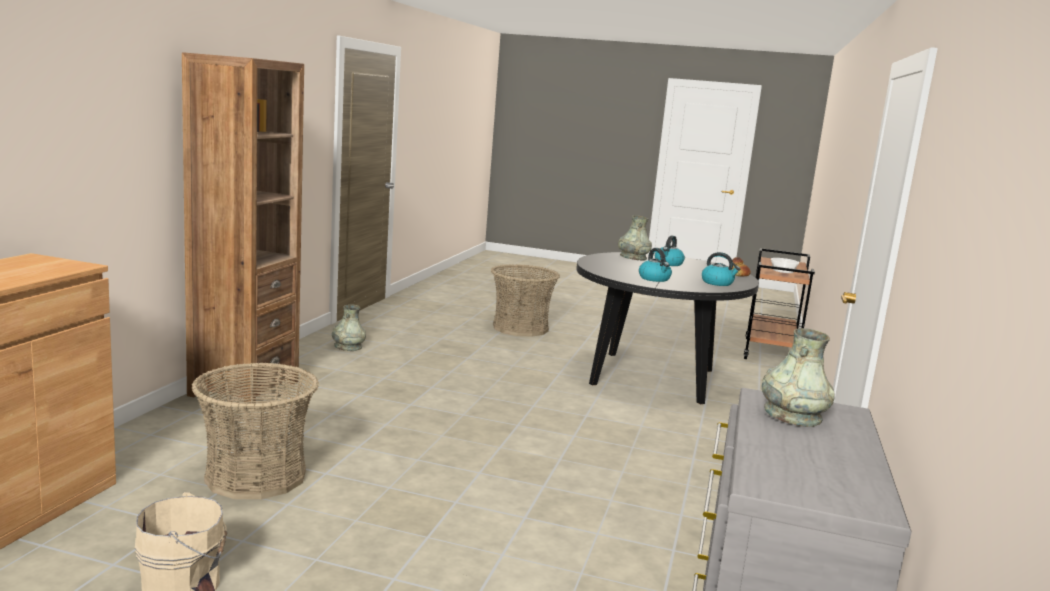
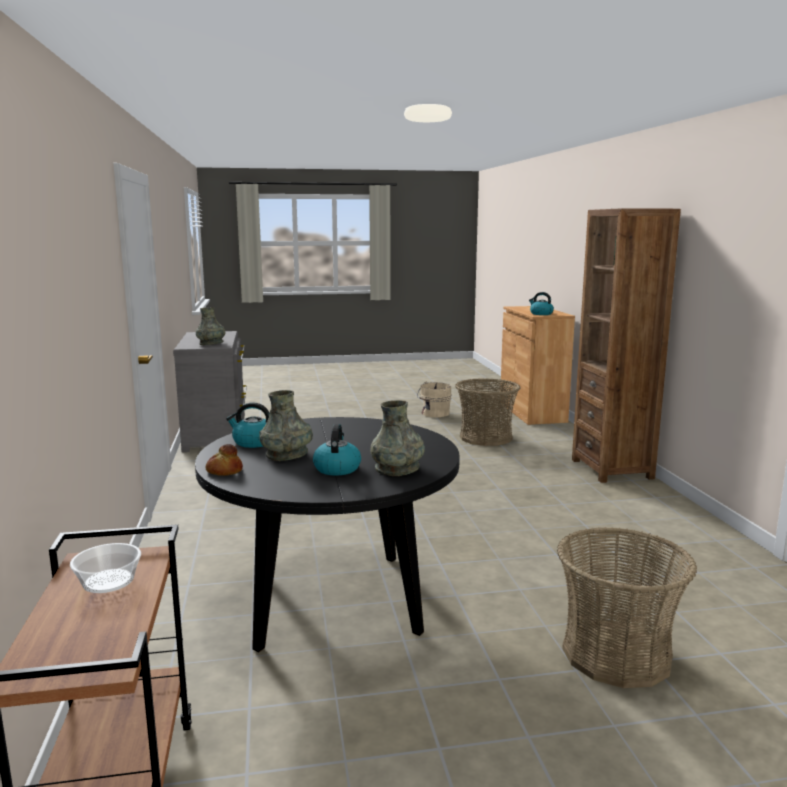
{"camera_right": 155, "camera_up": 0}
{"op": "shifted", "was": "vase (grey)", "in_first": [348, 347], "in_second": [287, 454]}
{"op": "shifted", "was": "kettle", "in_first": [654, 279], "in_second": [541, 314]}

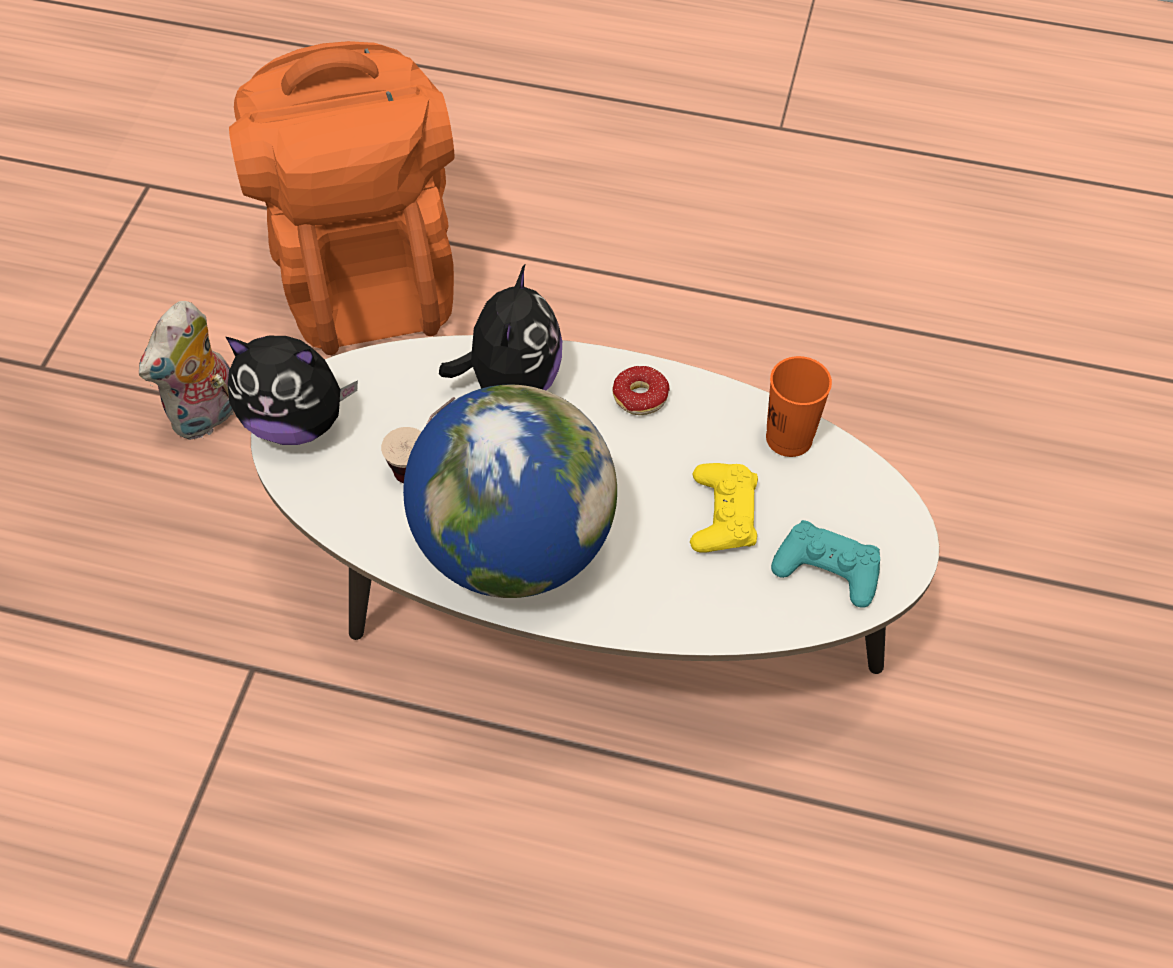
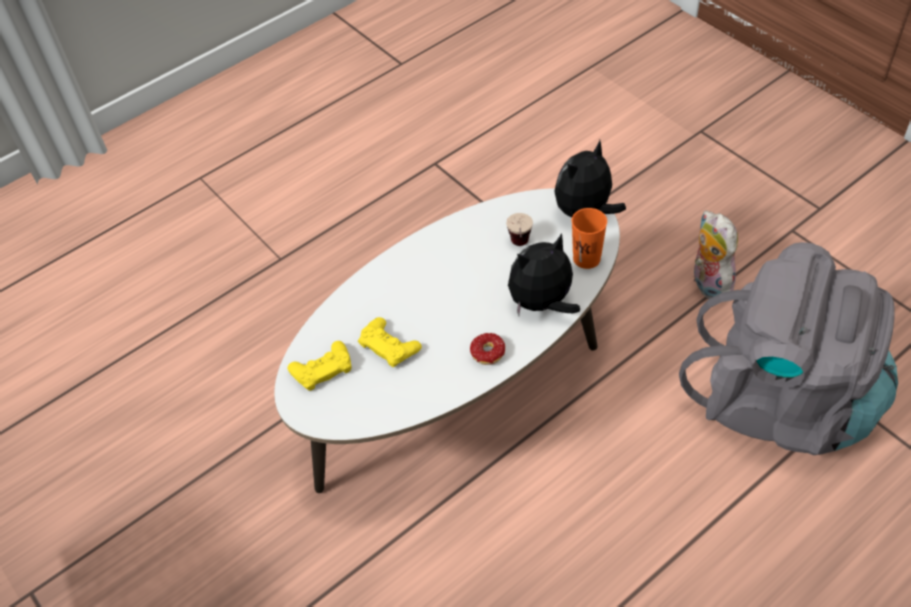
{"camera_right": 130, "camera_up": -5}
{"op": "repainted", "was": "game controller (turquoise)", "now": "game controller (yellow)", "in_first": [827, 569], "in_second": [322, 369]}
{"op": "rotated", "was": "plush toy", "in_first": [511, 383], "in_second": [542, 304], "clockwise": 105}
{"op": "shifted", "was": "cup (orange)", "in_first": [789, 438], "in_second": [586, 258]}
{"op": "repainted", "was": "backpack (orange)", "now": "backpack (grey)", "in_first": [366, 272], "in_second": [781, 402]}
{"op": "gone", "was": "globe", "in_first": [514, 546]}

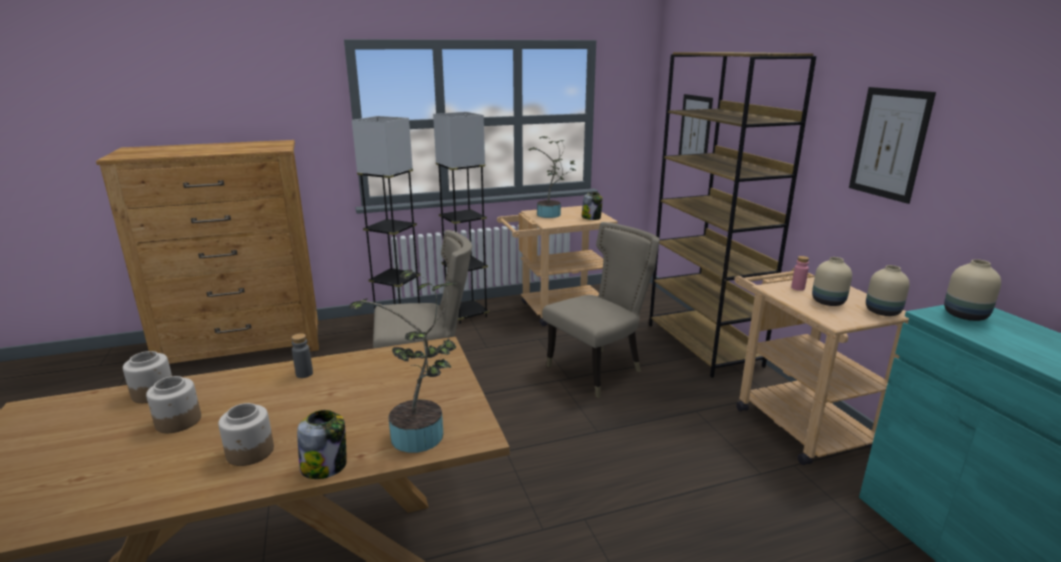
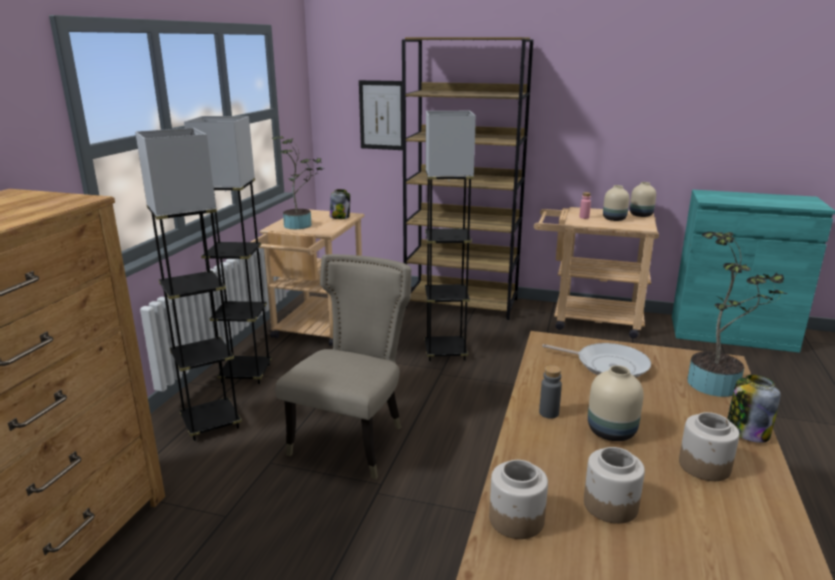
{"camera_right": -55, "camera_up": 0}
{"op": "swapped", "was": "chair (beige)", "now": "floor lamp (grey)", "in_first": [599, 369], "in_second": [445, 352]}
{"op": "new", "now": "frying pan", "in_second": [608, 365]}
{"op": "shifted", "was": "vase (beige)", "in_first": [966, 316], "in_second": [612, 431]}
{"op": "gone", "was": "picture", "in_first": [889, 144]}

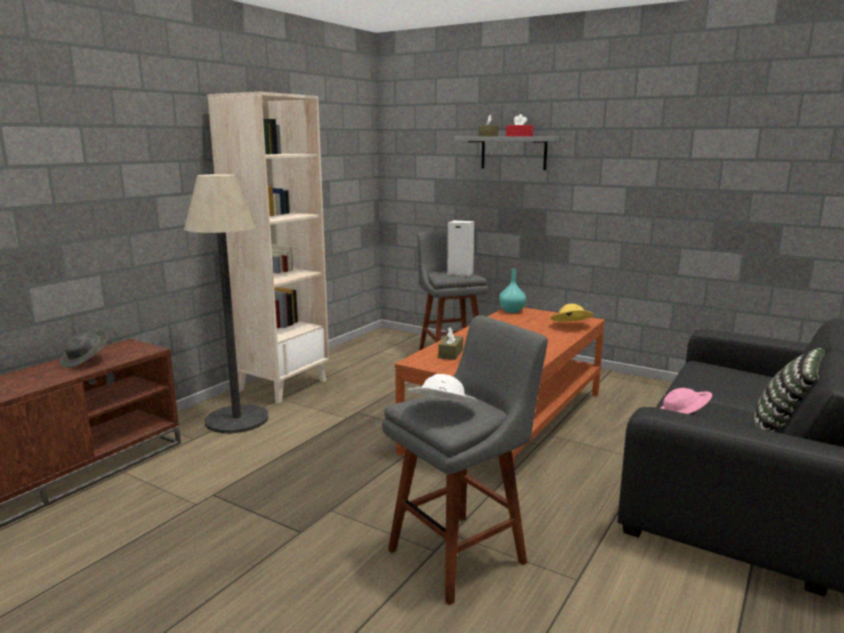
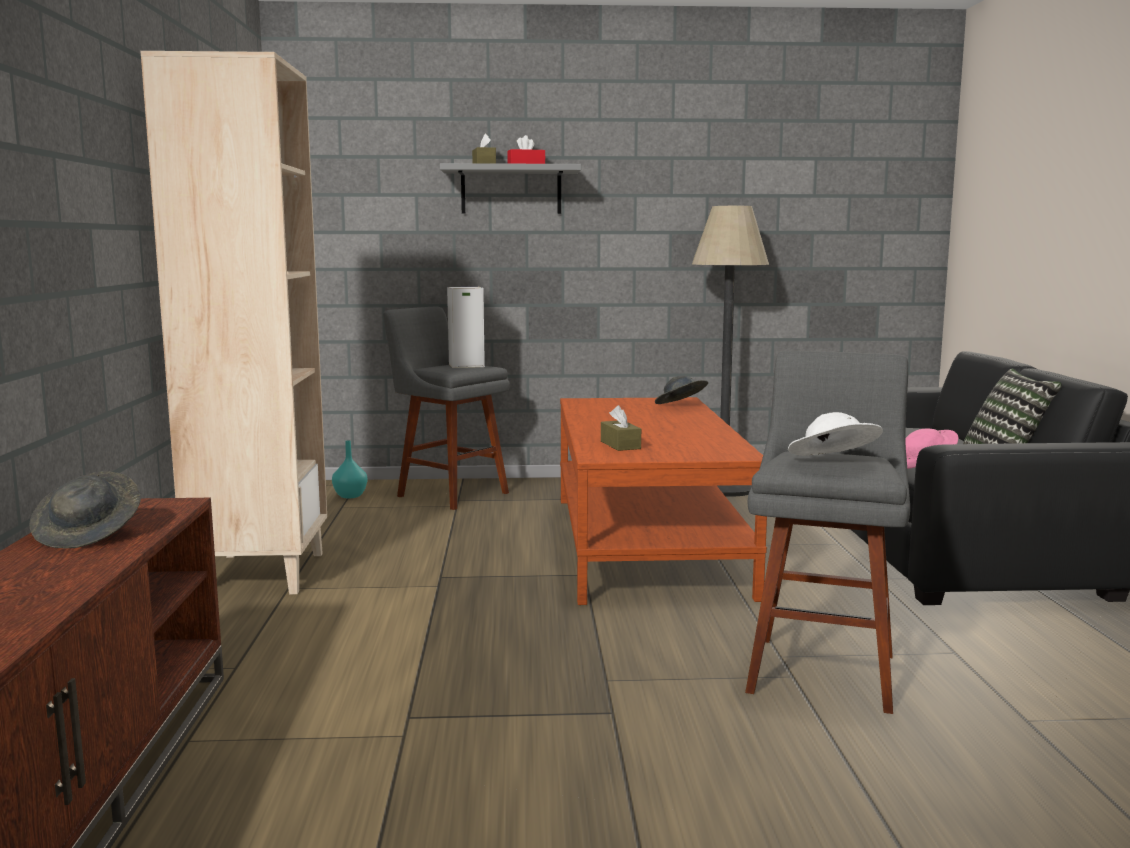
{"camera_right": -35, "camera_up": -5}
{"op": "shifted", "was": "vase (turquoise)", "in_first": [511, 311], "in_second": [350, 496]}
{"op": "repainted", "was": "hat (yellow)", "now": "hat (grey)", "in_first": [570, 326], "in_second": [680, 406]}
{"op": "shifted", "was": "floor lamp", "in_first": [237, 419], "in_second": [723, 487]}

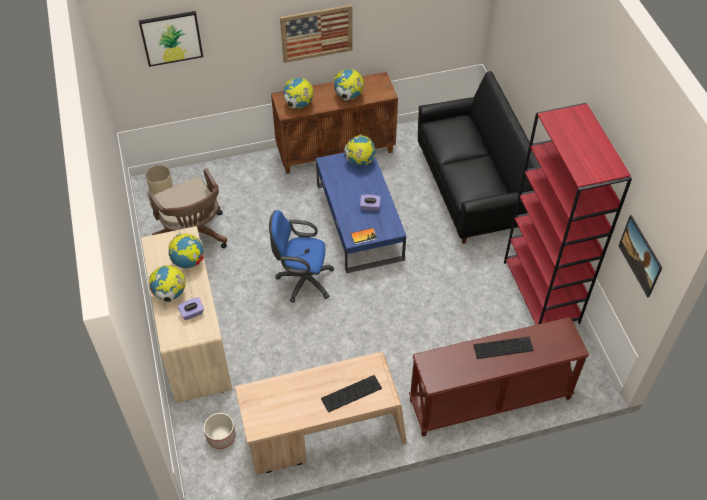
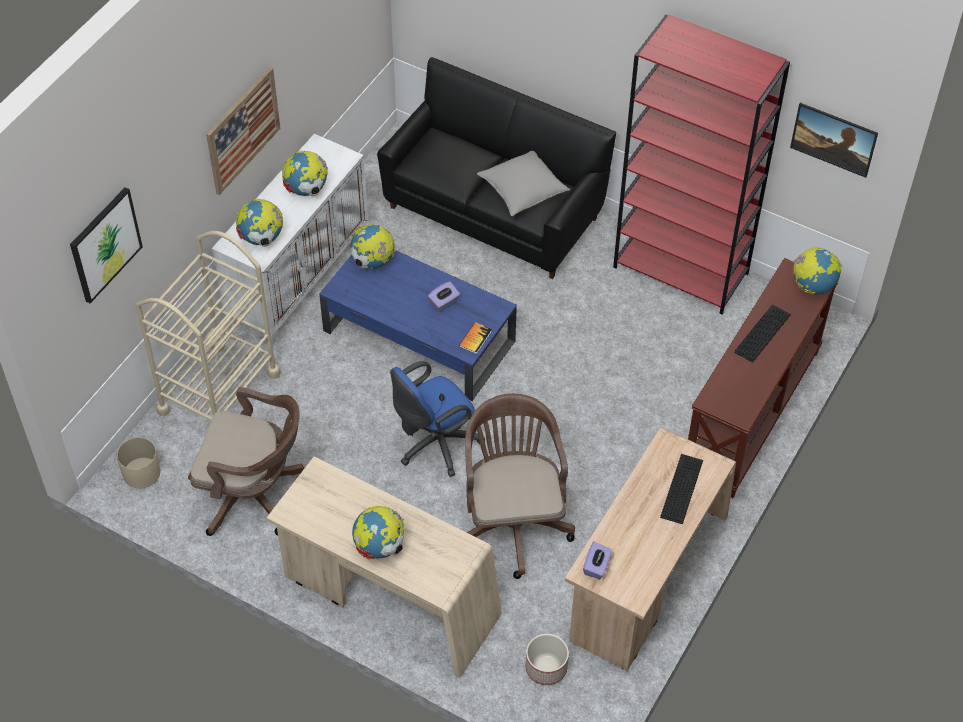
{"camera_right": -45, "camera_up": 0}
{"op": "new", "now": "cart (beige)", "in_second": [219, 392]}
{"op": "repainted", "was": "cabinet (brown)", "now": "cabinet (white)", "in_first": [336, 150], "in_second": [298, 277]}
{"op": "new", "now": "office chair (brown)", "in_second": [512, 520]}
{"op": "new", "now": "pillow (grey)", "in_second": [522, 190]}
{"op": "shifted", "was": "tissue box (purple)", "in_first": [192, 313], "in_second": [596, 566]}
{"op": "shifted", "was": "globe", "in_first": [188, 261], "in_second": [813, 286]}

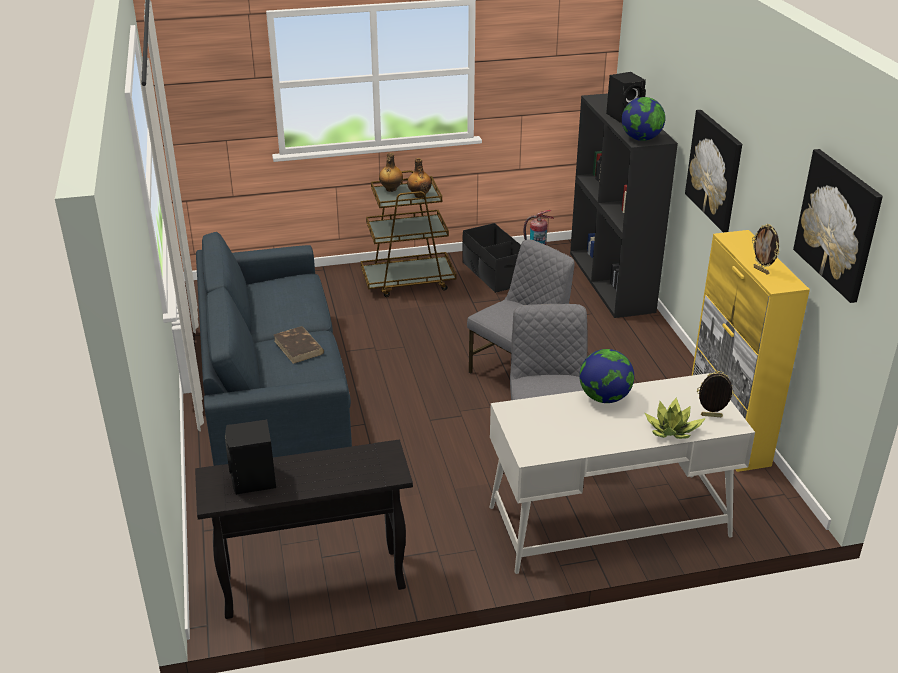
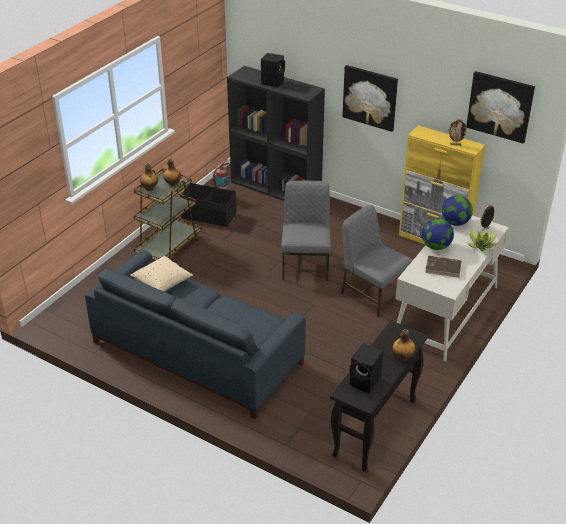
{"camera_right": -45, "camera_up": 5}
{"op": "new", "now": "pillow (beige)", "in_second": [162, 283]}
{"op": "new", "now": "bottle", "in_second": [402, 357]}
{"op": "shifted", "was": "book (brown)", "in_first": [299, 347], "in_second": [443, 268]}
{"op": "shifted", "was": "globe", "in_first": [641, 139], "in_second": [455, 223]}

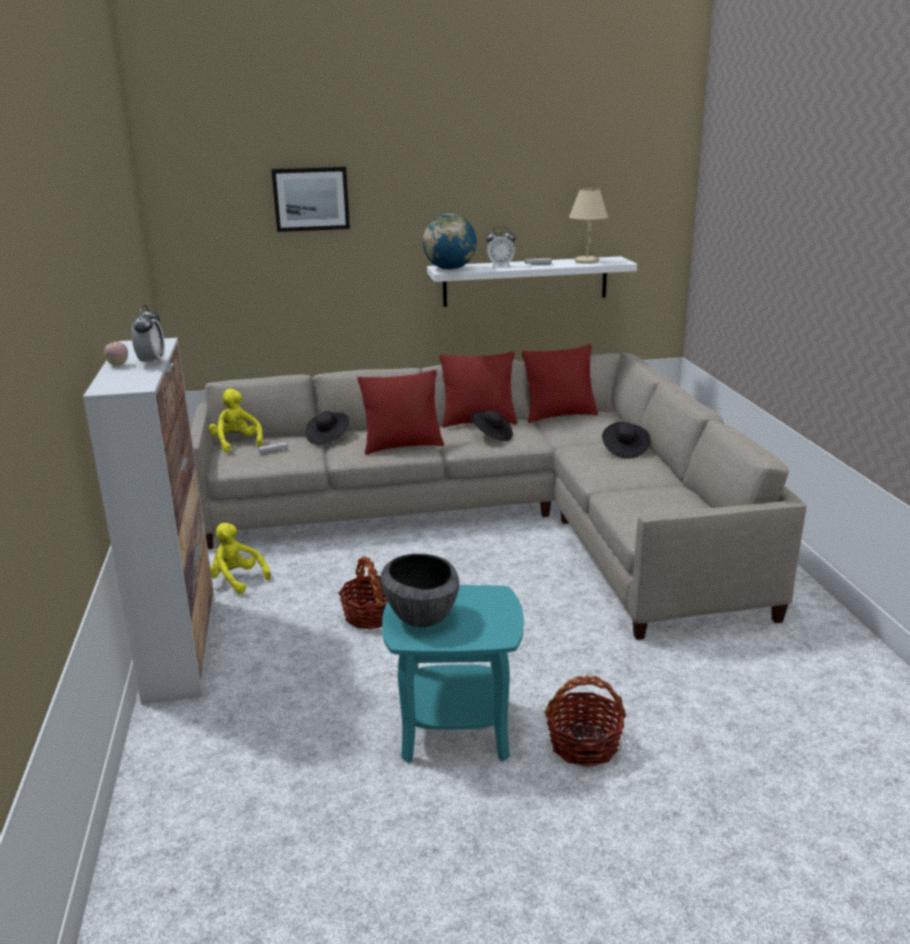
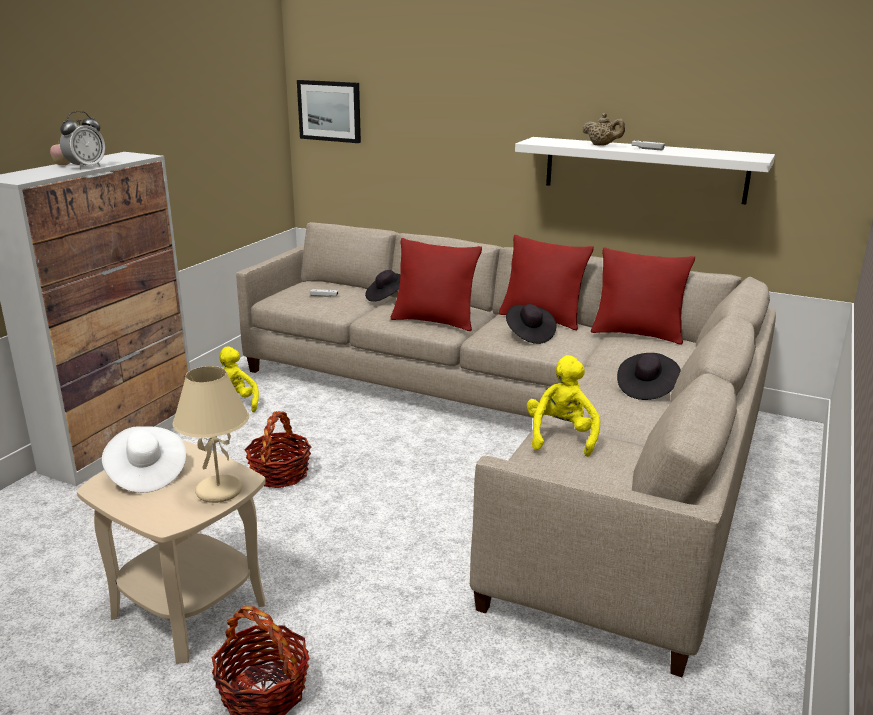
{"camera_right": 35, "camera_up": 0}
{"op": "repainted", "was": "side table (turquoise)", "now": "side table (beige)", "in_first": [455, 727], "in_second": [190, 608]}
{"op": "swapped", "was": "bowl", "now": "hat (white)", "in_first": [421, 618], "in_second": [146, 474]}
{"op": "shifted", "was": "table lamp (beige)", "in_first": [586, 261], "in_second": [219, 490]}
{"op": "shifted", "was": "picture", "in_first": [311, 199], "in_second": [330, 111]}
{"op": "shifted", "was": "plush toy (yellow)", "in_first": [237, 443], "in_second": [561, 436]}
{"op": "swapped", "was": "alarm clock", "now": "teapot (beige)", "in_first": [500, 266], "in_second": [602, 145]}
{"op": "gone", "was": "globe", "in_first": [450, 269]}

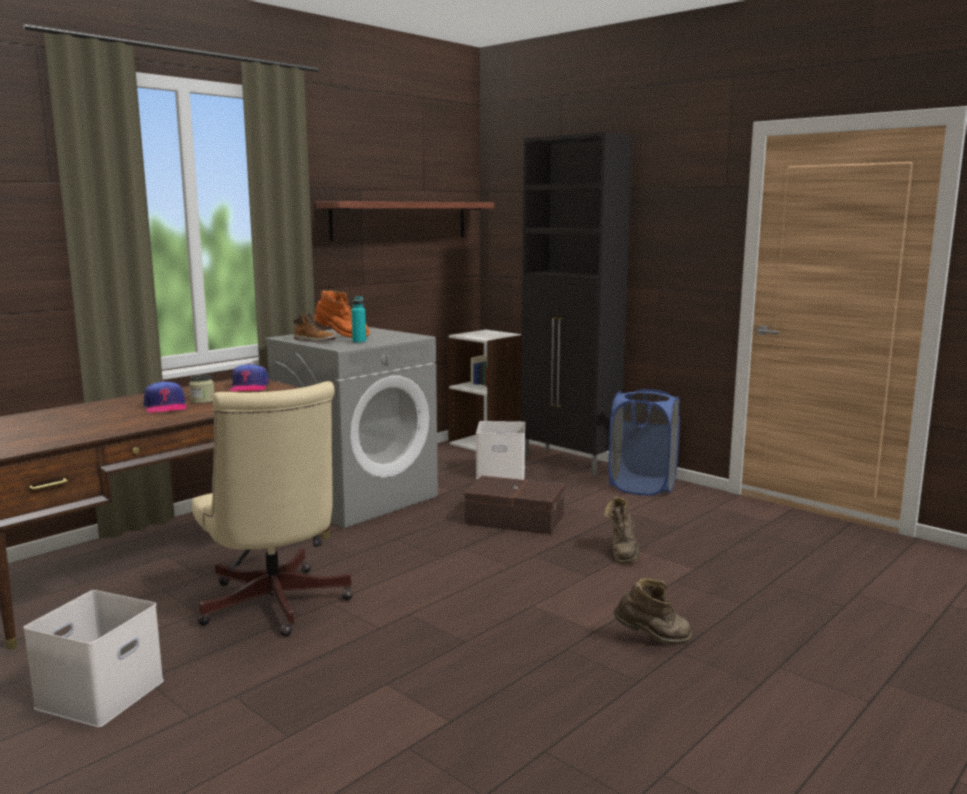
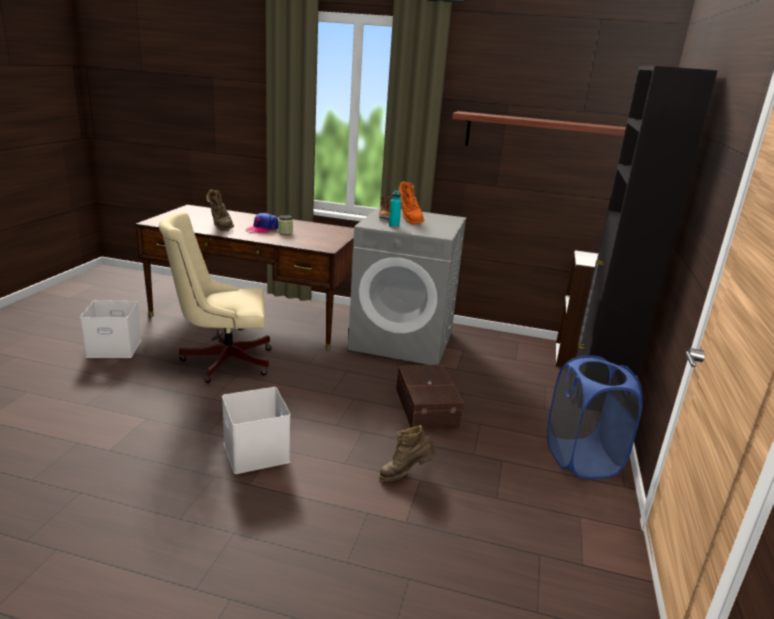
{"camera_right": 60, "camera_up": 10}
{"op": "rotated", "was": "office chair (beige)", "in_first": [274, 607], "in_second": [222, 361], "clockwise": 45}
{"op": "shifted", "was": "boot (brown)", "in_first": [653, 640], "in_second": [220, 226]}
{"op": "shifted", "was": "storage box (white)", "in_first": [502, 472], "in_second": [257, 452]}
{"op": "gone", "was": "cap", "in_first": [249, 387]}

